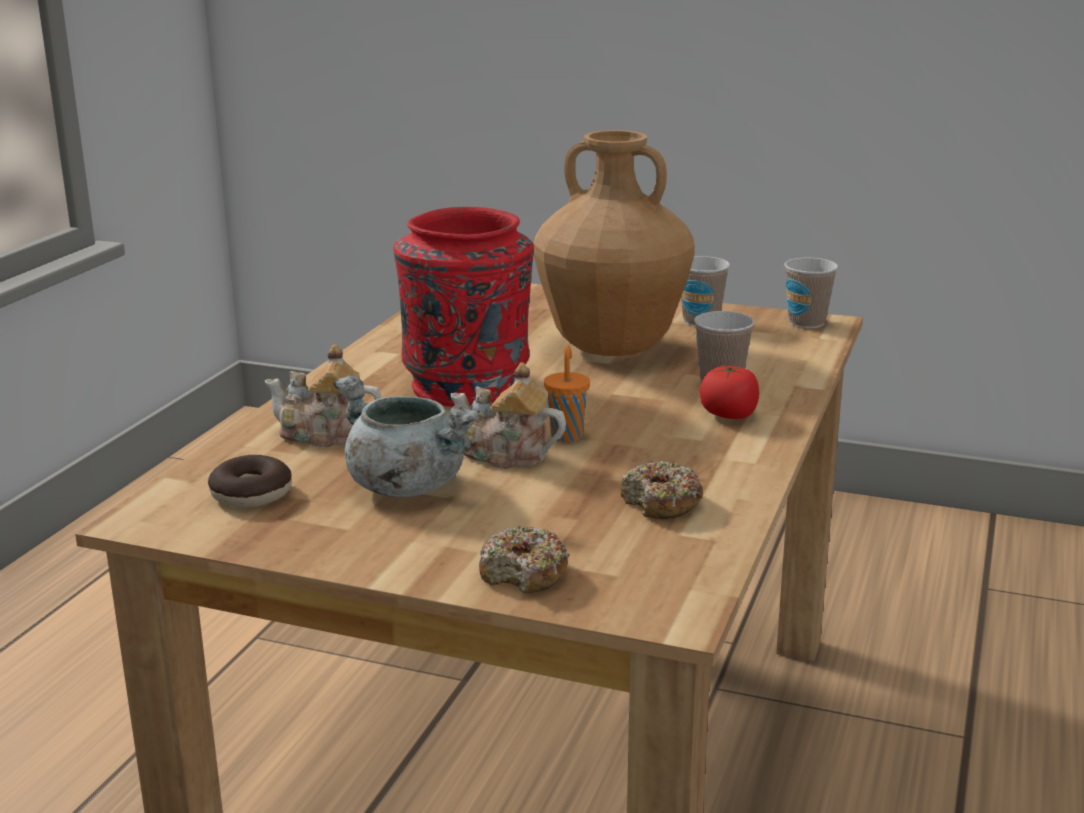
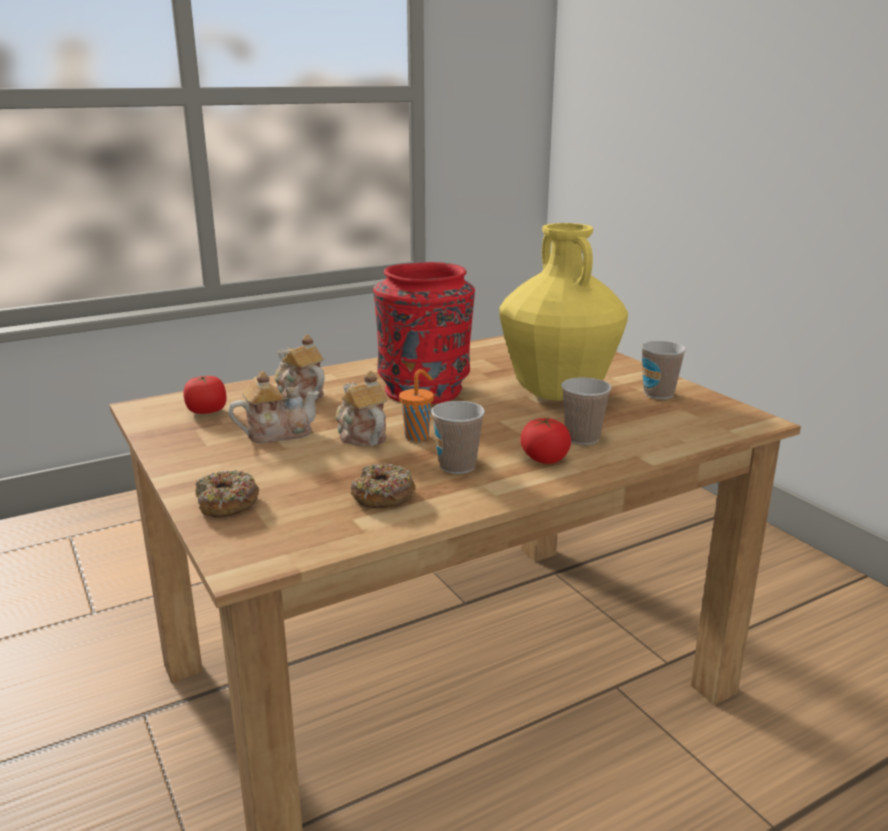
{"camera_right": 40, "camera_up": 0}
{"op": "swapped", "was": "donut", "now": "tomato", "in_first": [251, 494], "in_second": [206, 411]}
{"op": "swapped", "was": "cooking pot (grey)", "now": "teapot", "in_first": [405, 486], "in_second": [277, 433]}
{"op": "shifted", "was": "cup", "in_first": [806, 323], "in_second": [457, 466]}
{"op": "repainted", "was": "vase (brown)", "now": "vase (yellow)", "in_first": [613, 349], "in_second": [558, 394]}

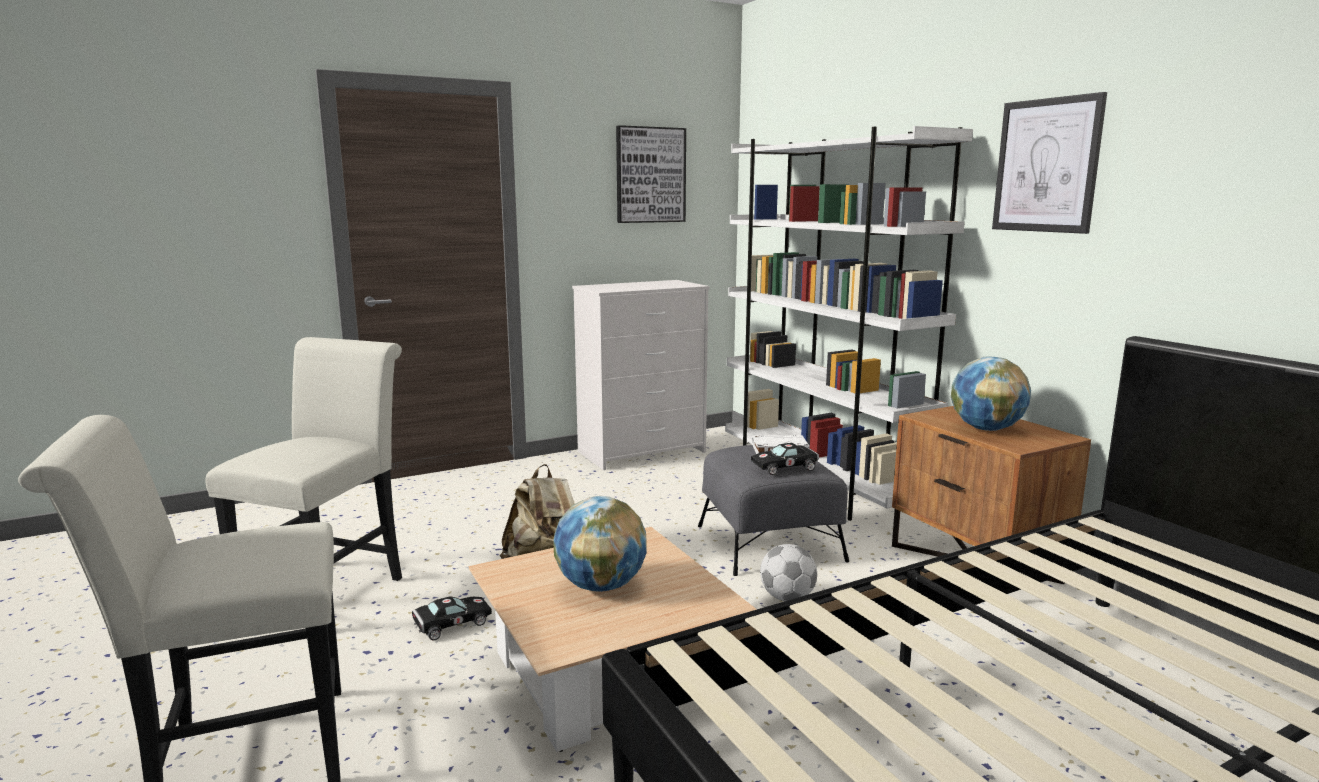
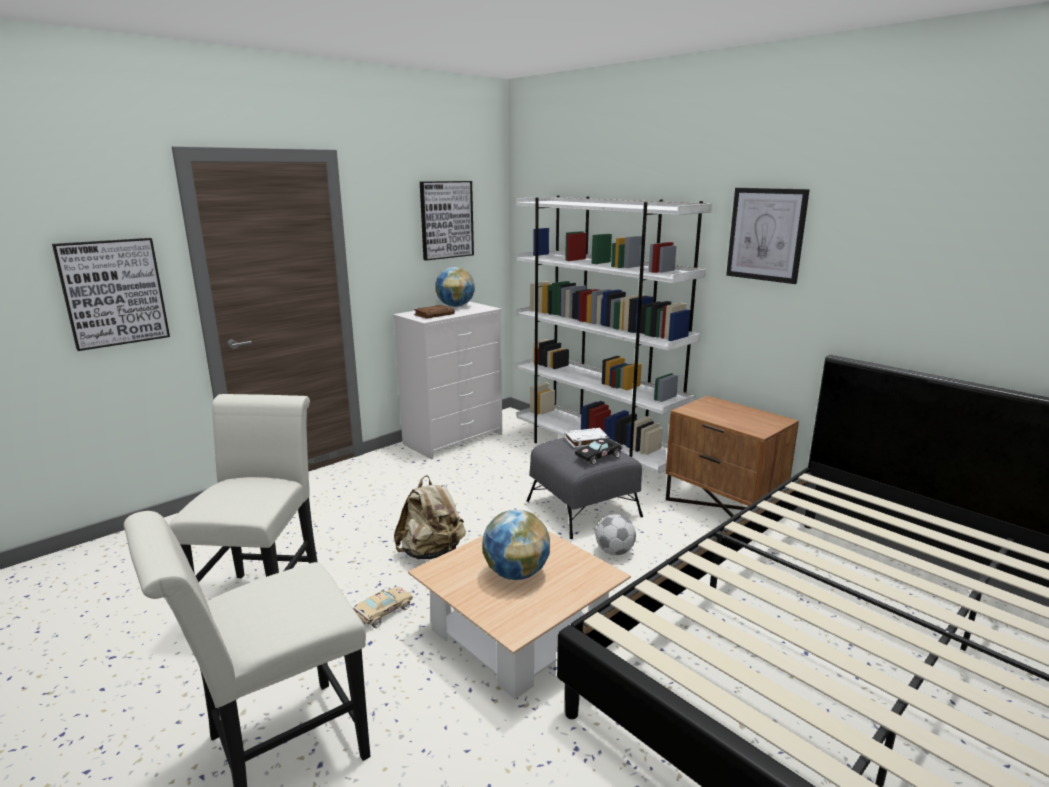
{"camera_right": -15, "camera_up": 5}
{"op": "new", "now": "picture", "in_second": [113, 292]}
{"op": "repainted", "was": "toy car (black)", "now": "toy car (beige)", "in_first": [449, 625], "in_second": [382, 613]}
{"op": "new", "now": "book (brown)", "in_second": [434, 314]}
{"op": "shifted", "was": "globe", "in_first": [986, 429], "in_second": [455, 306]}

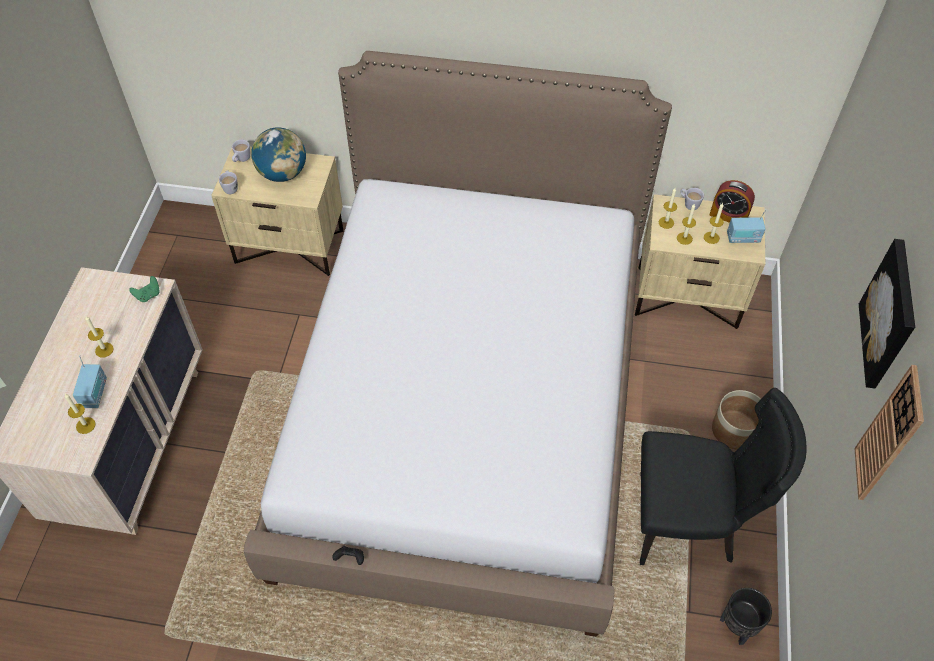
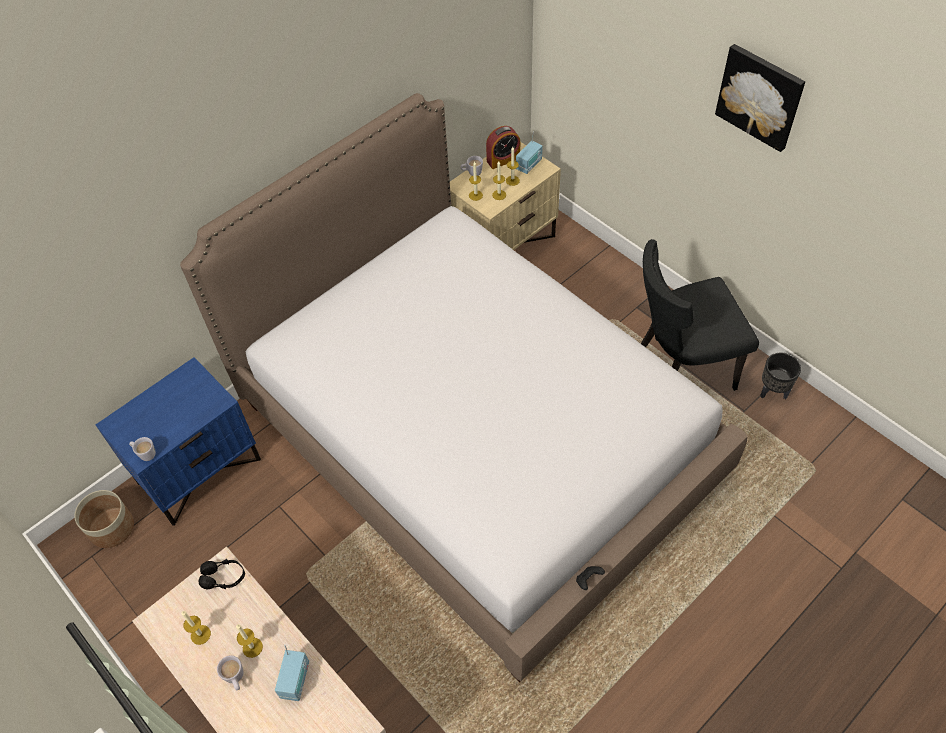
{"camera_right": -50, "camera_up": 0}
{"op": "shifted", "was": "planter", "in_first": [735, 430], "in_second": [112, 527]}
{"op": "repainted", "was": "nightstand (beige)", "now": "nightstand (blue)", "in_first": [290, 245], "in_second": [199, 470]}
{"op": "shifted", "was": "candle", "in_first": [85, 425], "in_second": [200, 634]}
{"op": "swapped", "was": "game controller (green)", "now": "headphones (black)", "in_first": [148, 295], "in_second": [224, 577]}
{"op": "shifted", "was": "mug (white)", "in_first": [241, 160], "in_second": [236, 678]}
{"op": "rotated", "was": "radio", "in_first": [95, 393], "in_second": [296, 680], "clockwise": 60}
{"op": "rotated", "was": "chair (black)", "in_first": [689, 523], "in_second": [680, 366], "clockwise": -150}
{"op": "gone", "was": "globe", "in_first": [283, 173]}
{"op": "gone", "was": "wall clock", "in_first": [888, 436]}

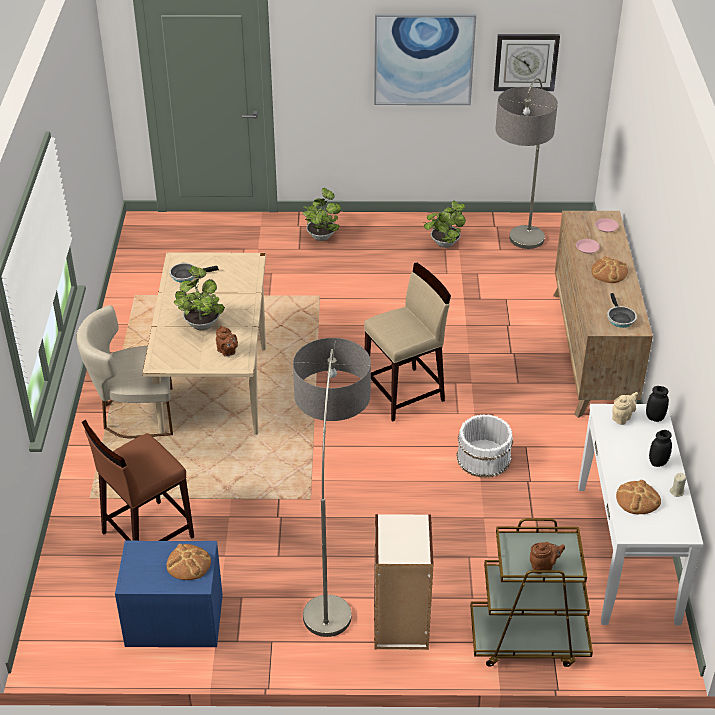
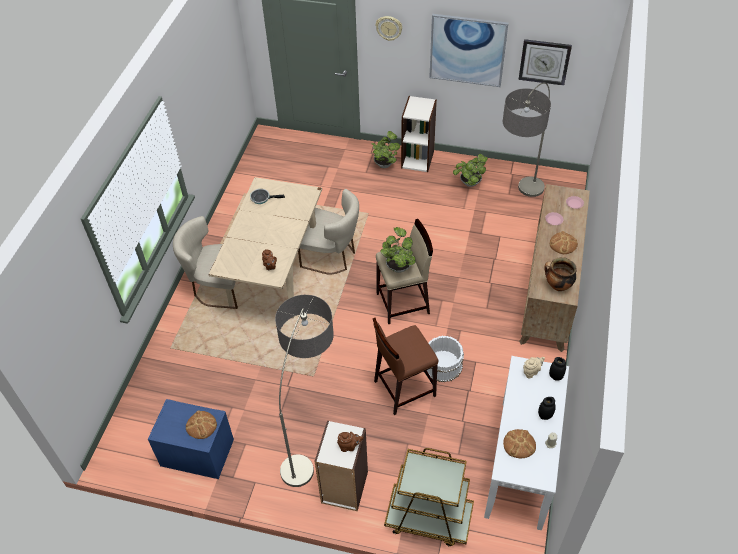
{"camera_right": 15, "camera_up": 10}
{"op": "new", "now": "chair (beige)", "in_second": [332, 257]}
{"op": "shifted", "was": "teapot (brown)", "in_first": [543, 566], "in_second": [349, 446]}
{"op": "shifted", "was": "stool (brown)", "in_first": [146, 534], "in_second": [404, 388]}
{"op": "new", "now": "wall clock", "in_second": [389, 28]}
{"op": "shifted", "was": "potted plant", "in_first": [201, 323], "in_second": [398, 266]}
{"op": "new", "now": "bookcase", "in_second": [417, 159]}
{"op": "swapped", "was": "frying pan", "now": "cooking pot", "in_first": [619, 318], "in_second": [557, 286]}

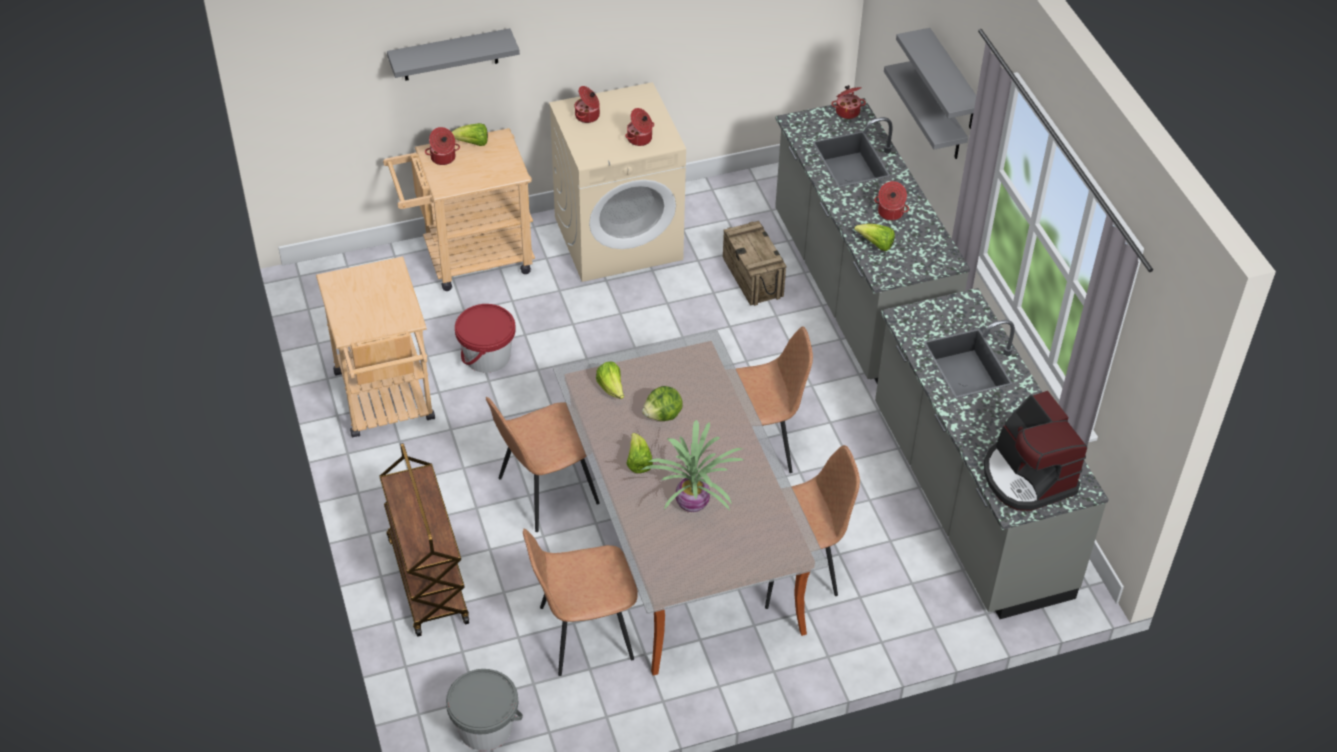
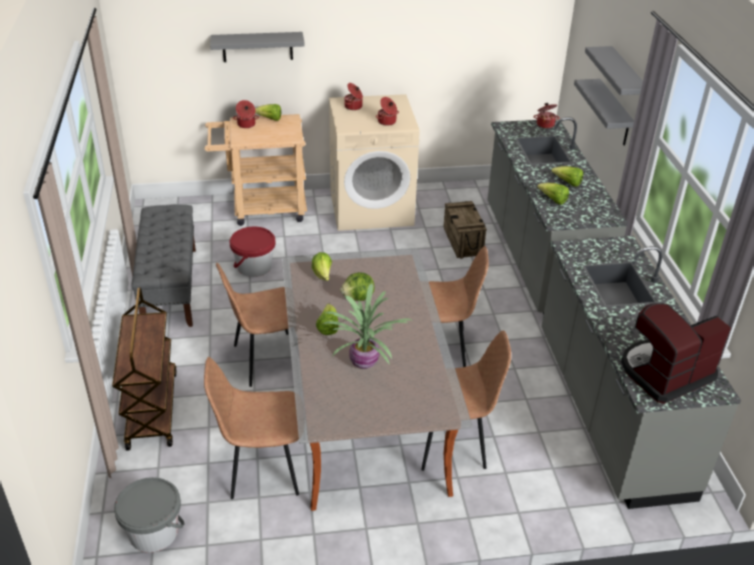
{"camera_right": 10, "camera_up": -10}
{"op": "swapped", "was": "cart (beige)", "now": "bench (grey)", "in_first": [386, 403], "in_second": [170, 287]}
{"op": "swapped", "was": "cooking pot", "now": "lettuce", "in_first": [890, 213], "in_second": [568, 183]}
{"op": "rotated", "was": "coffee machine", "in_first": [1027, 477], "in_second": [664, 373], "clockwise": 75}

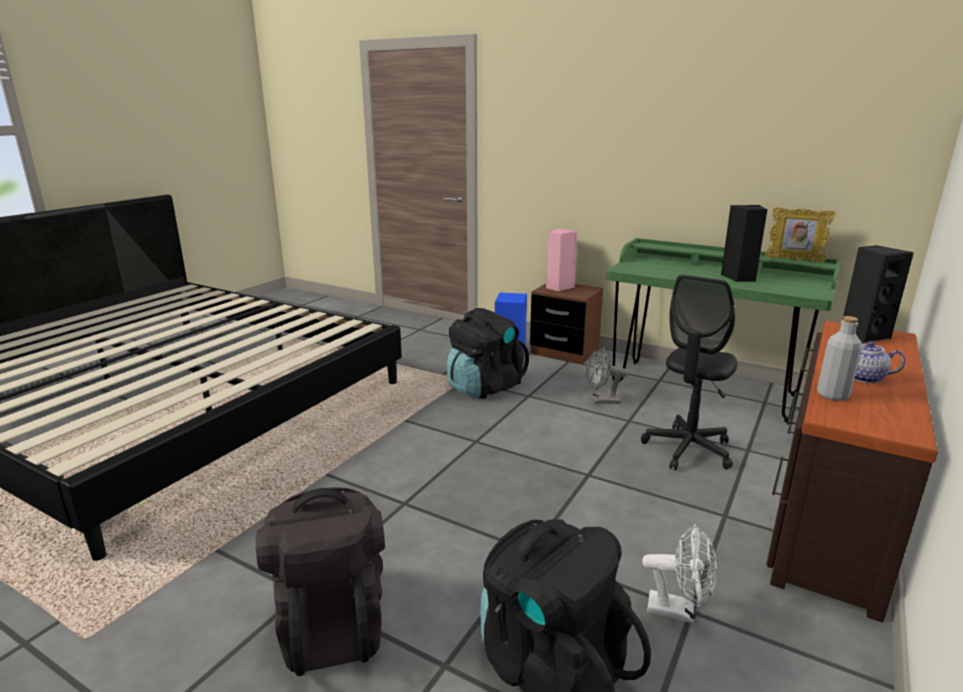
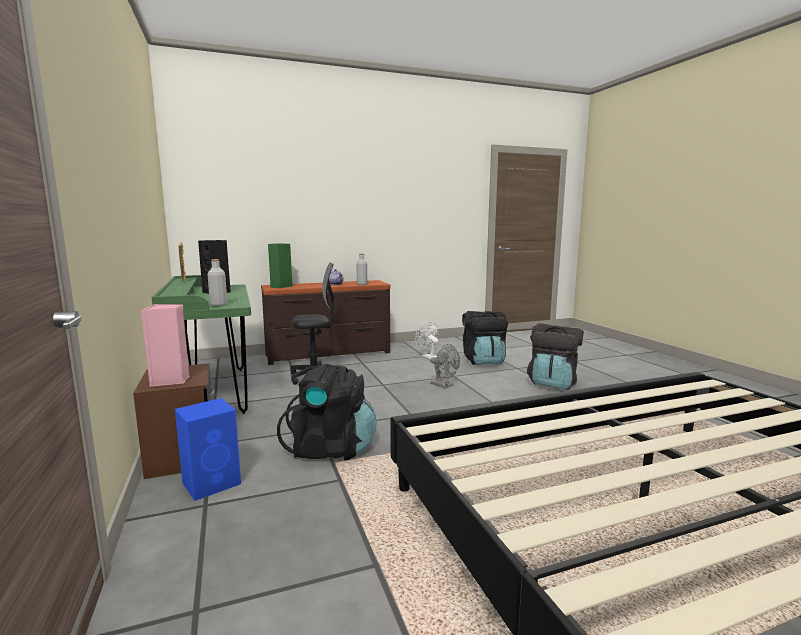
{"camera_right": -140, "camera_up": -10}
{"op": "new", "now": "bottle (grey)", "in_second": [218, 305]}
{"op": "repainted", "was": "speaker (black)", "now": "speaker (green)", "in_first": [863, 335], "in_second": [280, 287]}
{"op": "shifted", "was": "fan (grey)", "in_first": [601, 400], "in_second": [444, 385]}

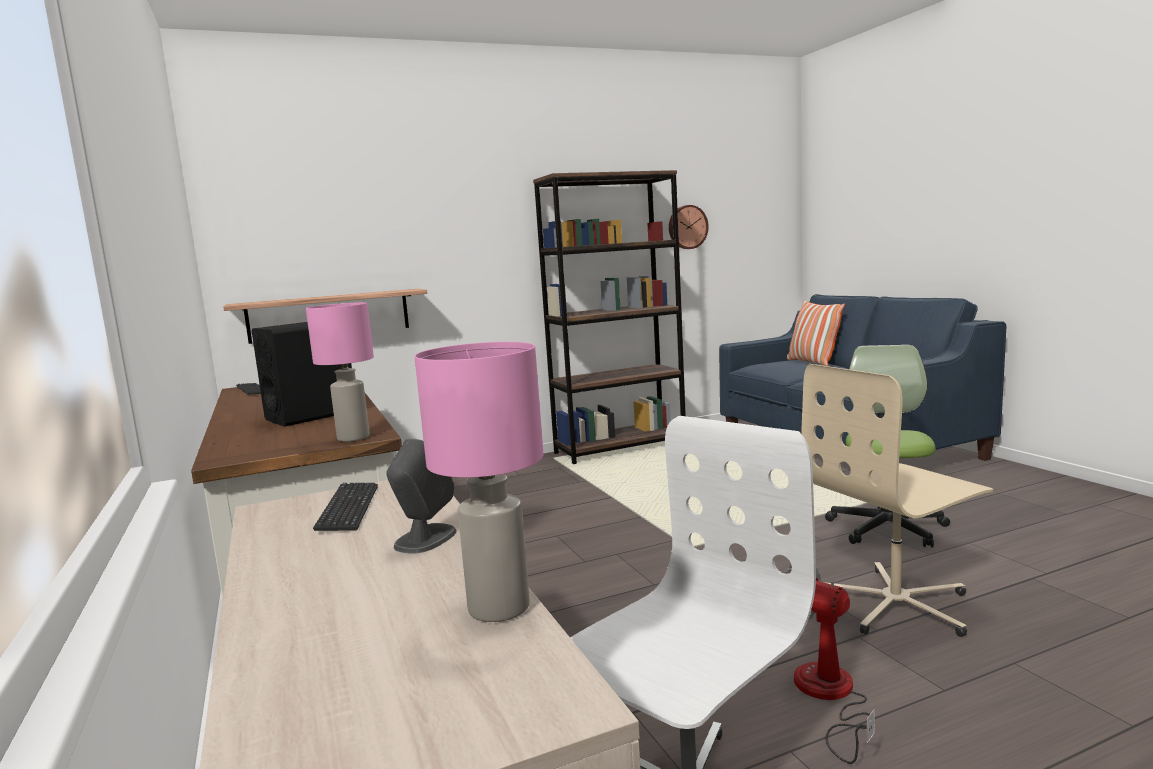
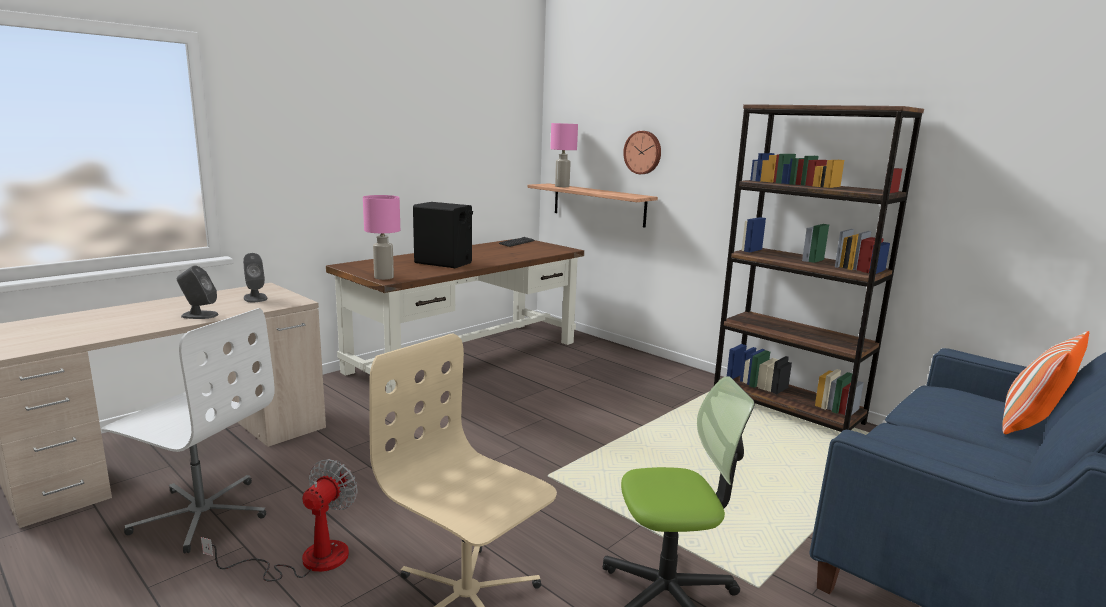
{"camera_right": 65, "camera_up": 5}
{"op": "swapped", "was": "keyboard", "now": "speaker (grey)", "in_first": [348, 509], "in_second": [255, 298]}
{"op": "shifted", "was": "table lamp (pink)", "in_first": [500, 608], "in_second": [562, 186]}
{"op": "shifted", "was": "wall clock", "in_first": [687, 227], "in_second": [643, 152]}

